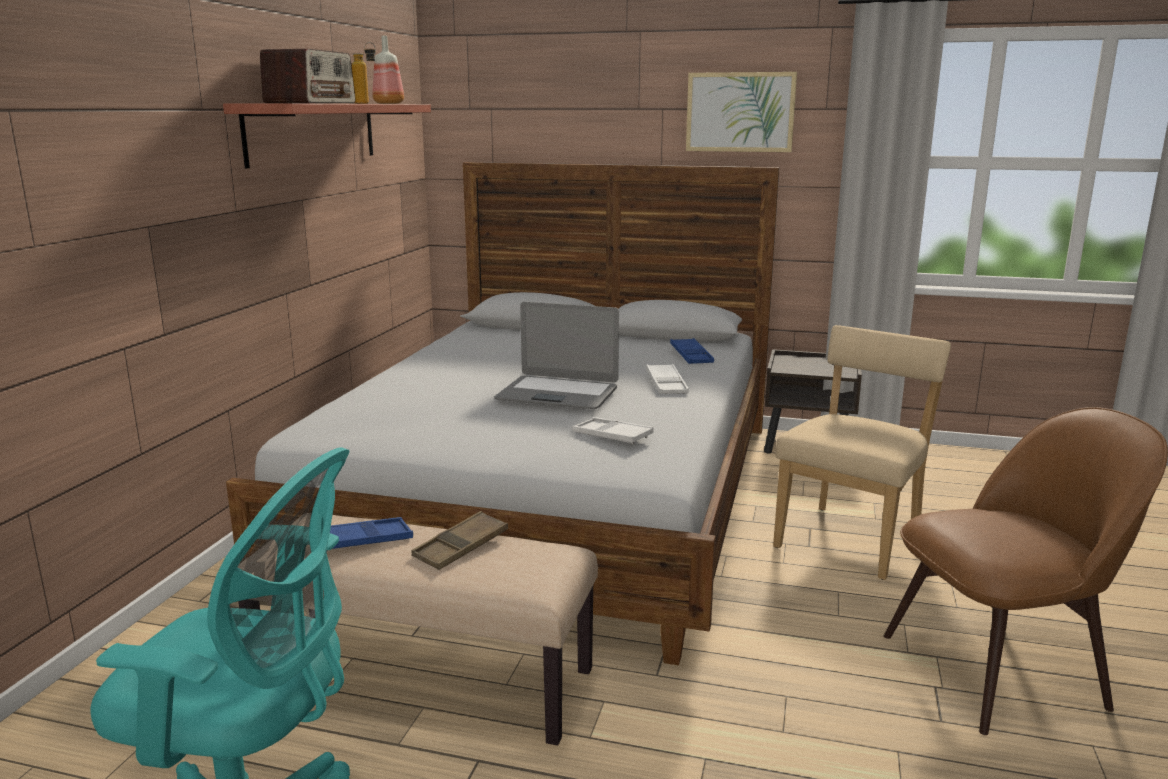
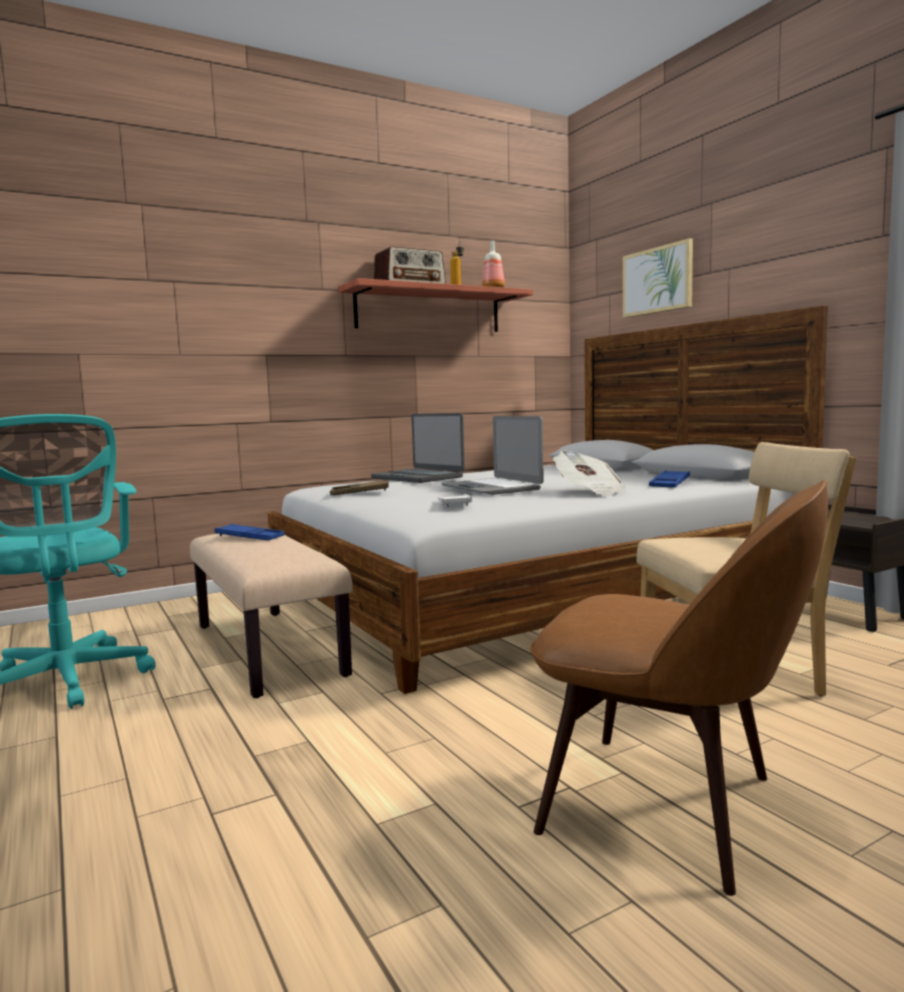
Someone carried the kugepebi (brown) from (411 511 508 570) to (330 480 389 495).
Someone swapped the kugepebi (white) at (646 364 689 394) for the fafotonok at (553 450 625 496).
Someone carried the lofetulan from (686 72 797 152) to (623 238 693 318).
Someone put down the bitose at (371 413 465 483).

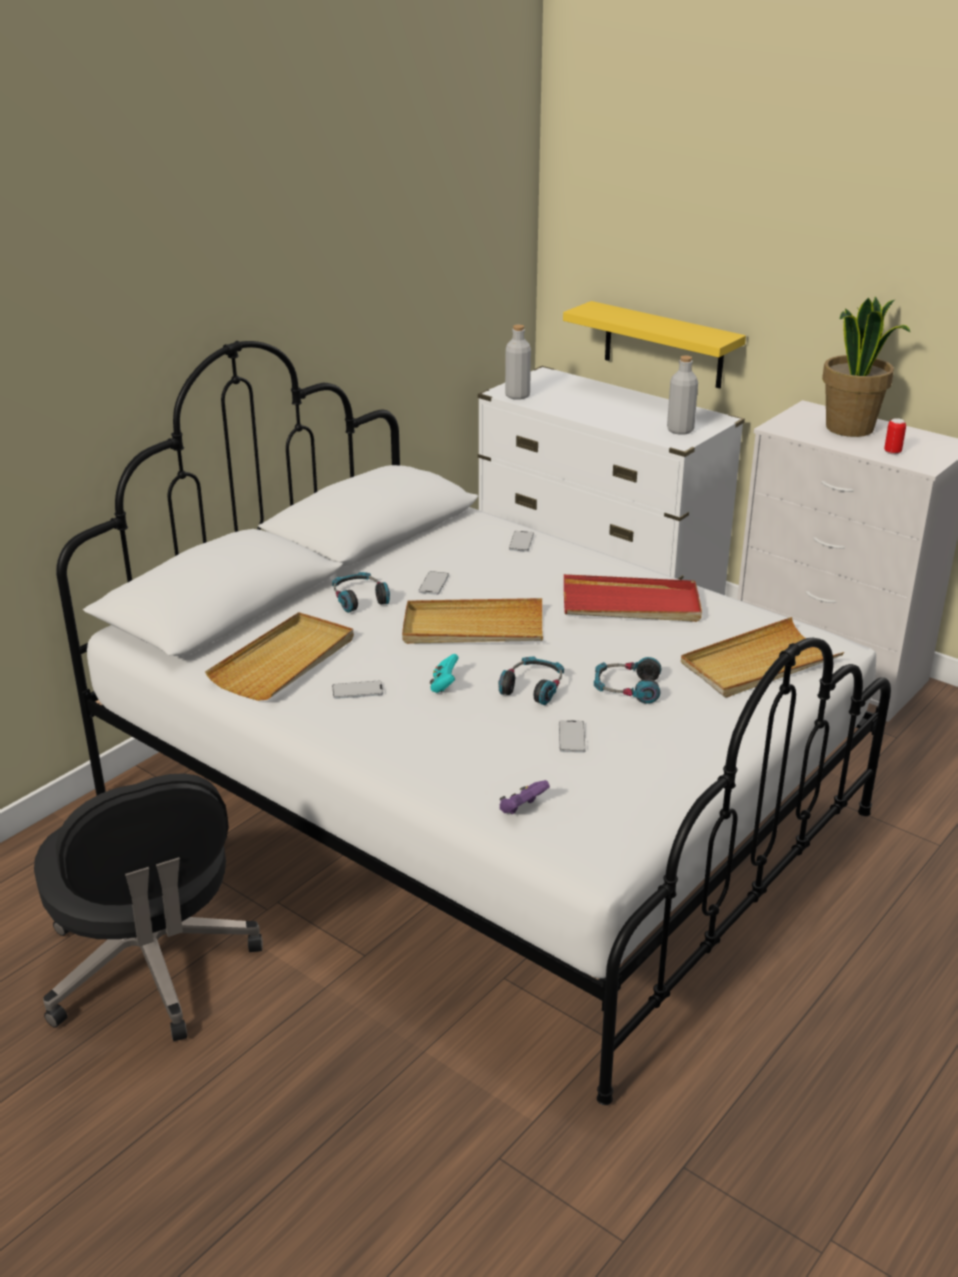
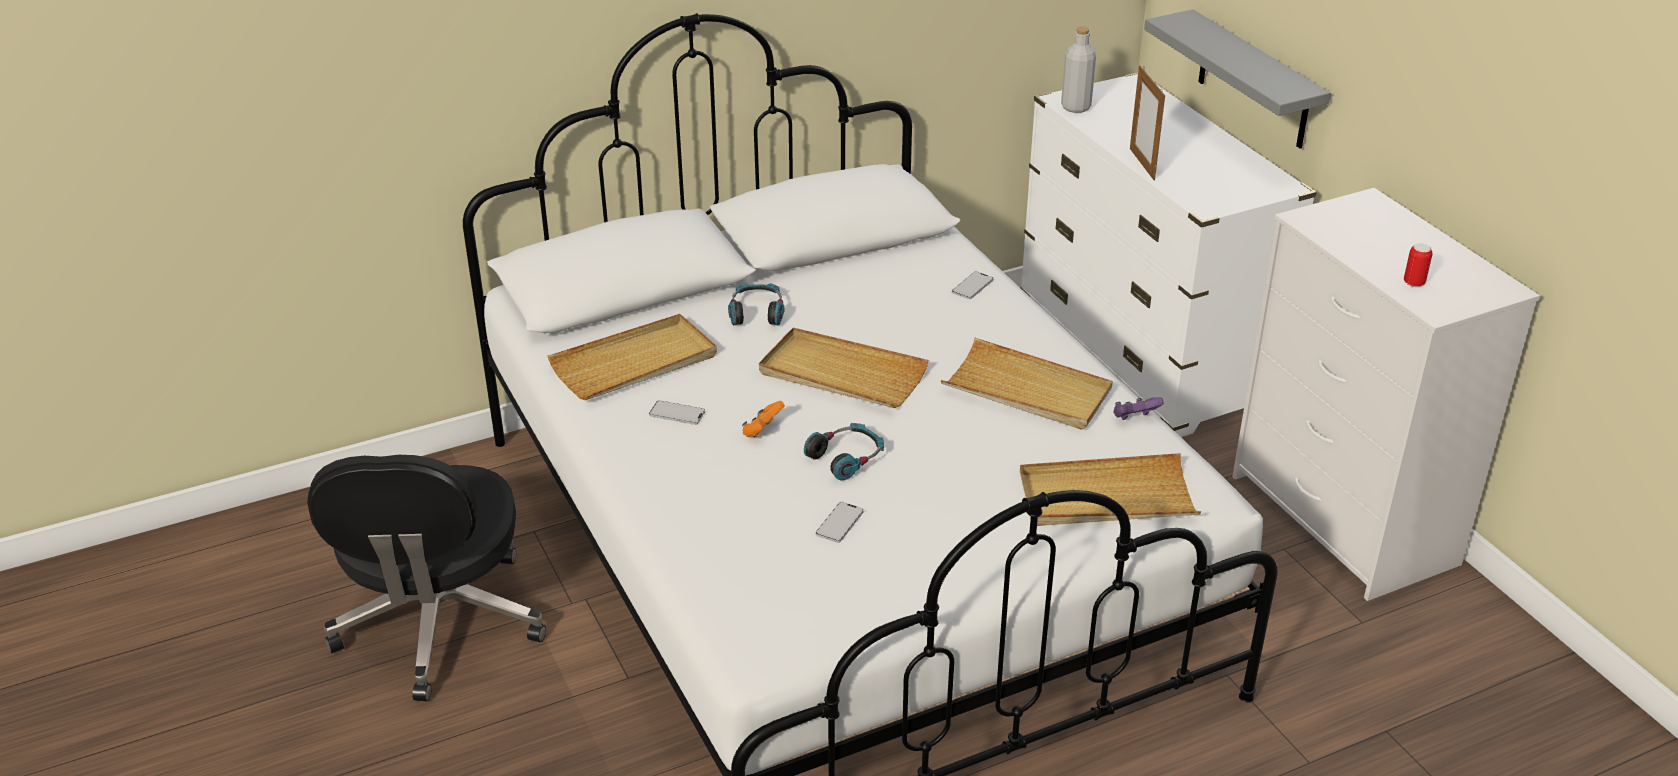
Someone took away the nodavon at (419 571 449 595).
Someone repainted the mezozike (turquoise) at (430 654 459 693), which became the mezozike (orange) at (742 401 785 437).
Someone carried the mezozike (purple) from (500 780 550 815) to (1113 397 1164 420).
Someone repainted the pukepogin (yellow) at (563 301 746 389), which became the pukepogin (grey) at (1144 9 1331 149).
Someone repainted the kugepebi (red) at (564 574 702 622), which became the kugepebi (beige) at (941 338 1113 430).
Someone took away the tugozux at (594 657 661 704).
Someone took away the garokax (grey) at (667 355 698 435).
Someone took away the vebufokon at (822 296 911 437).
Someone put down the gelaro at (1130 65 1165 180).

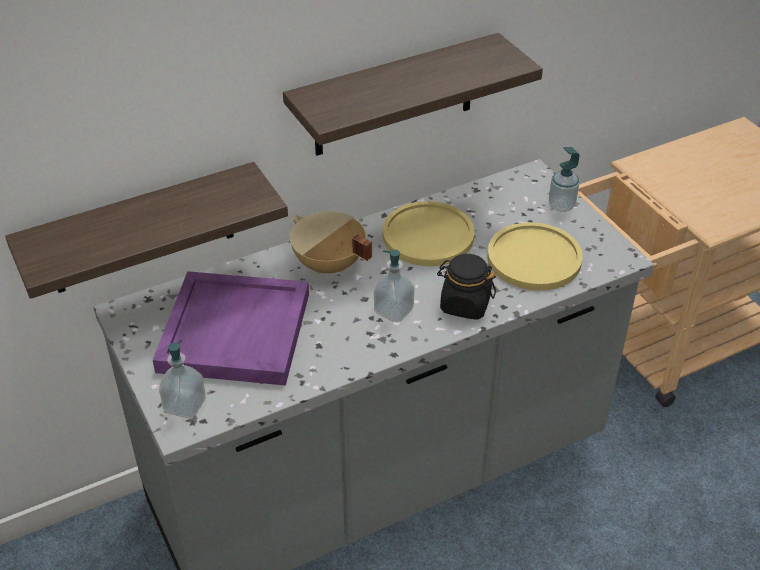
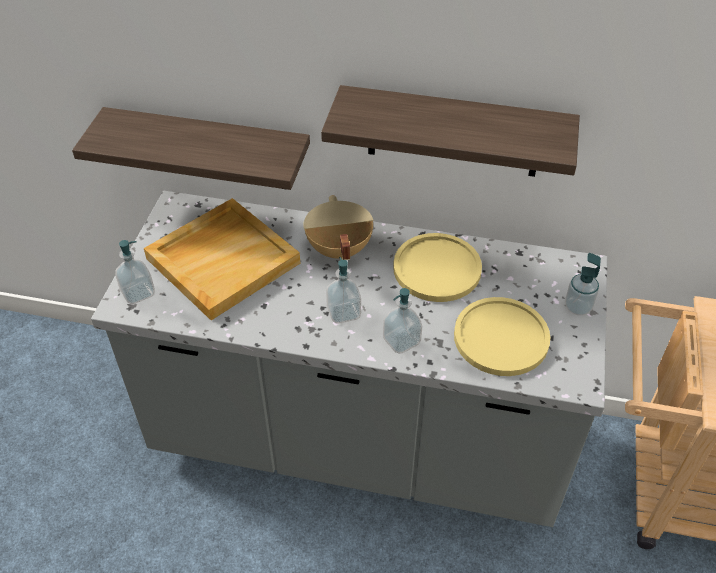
Someone repainted the kugepebi (purple) at (153 271 309 386), which became the kugepebi (beige) at (144 198 300 320).
Someone swapped the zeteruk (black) at (437 254 496 320) for the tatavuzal at (383 288 422 354).

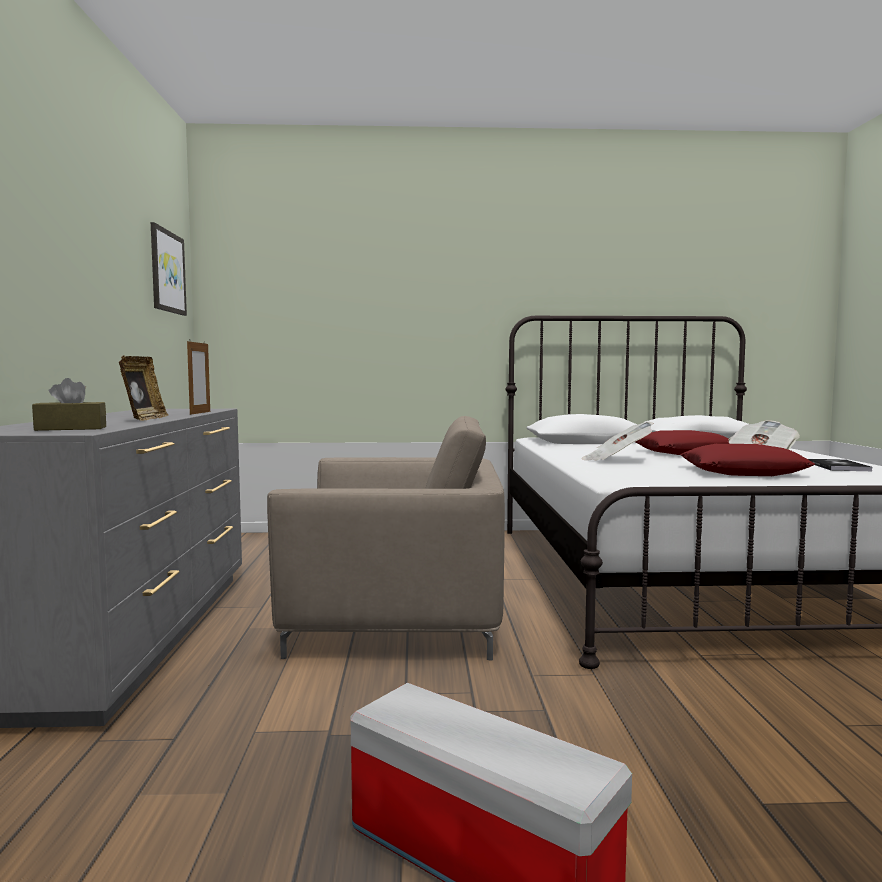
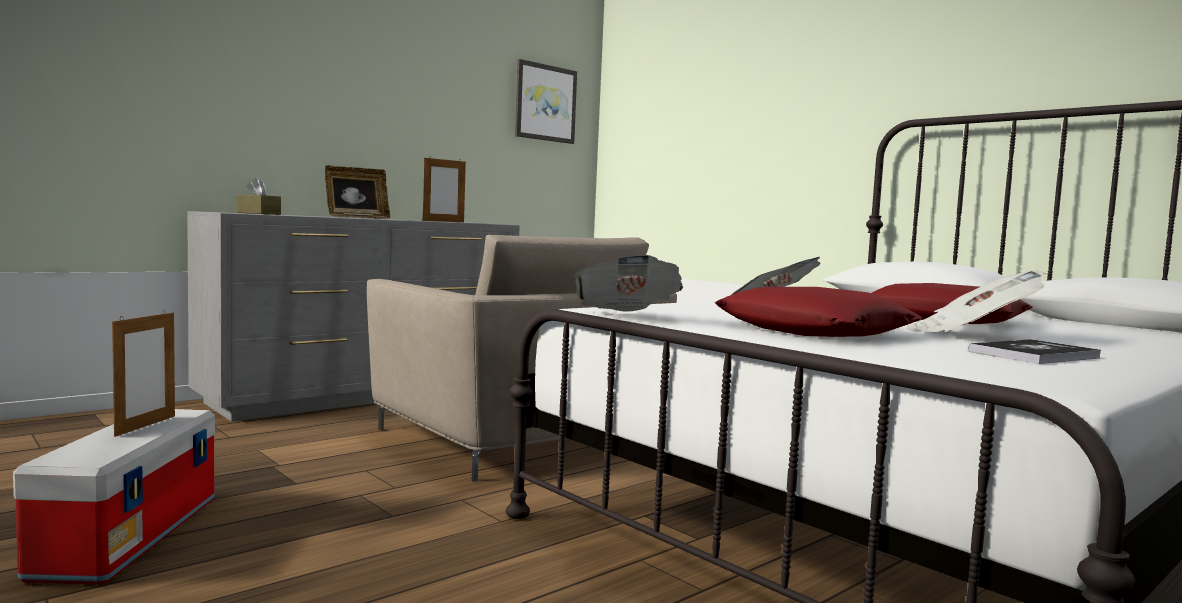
Someone put down the gelaro at (112 310 175 437).
Someone put down the fafotonok at (574 255 683 311).

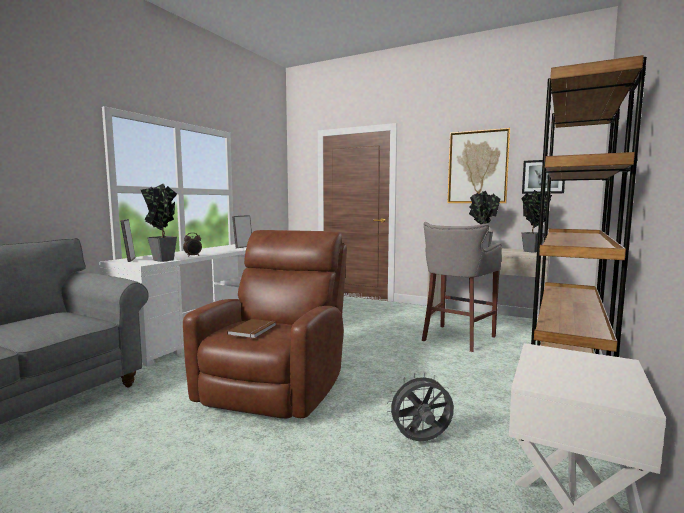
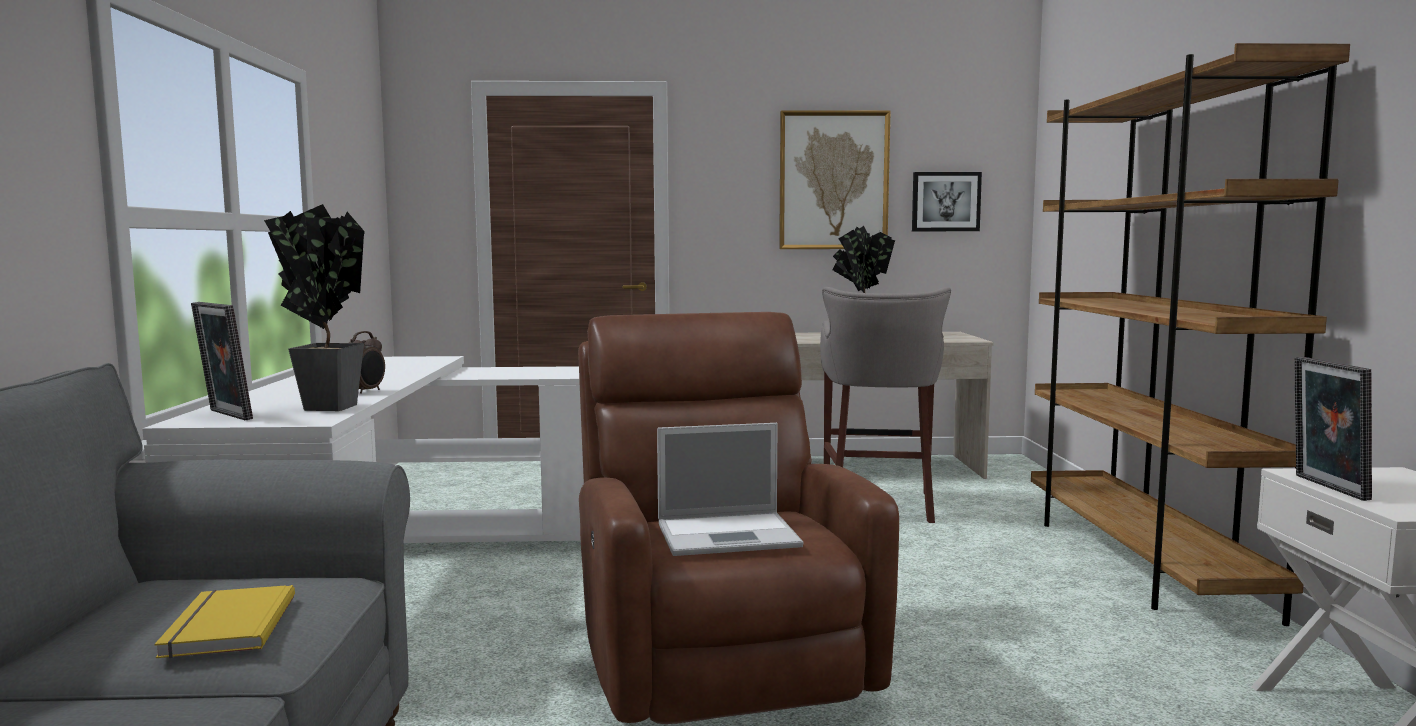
Someone swapped the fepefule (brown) at (227 319 276 339) for the bitose at (657 423 803 556).
Someone carried the gelaro from (232 215 252 248) to (1294 357 1372 501).
Someone took away the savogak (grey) at (387 372 454 441).
Someone took away the vebufokon at (521 190 552 253).
Someone put down the fepefule (yellow) at (155 585 295 658).

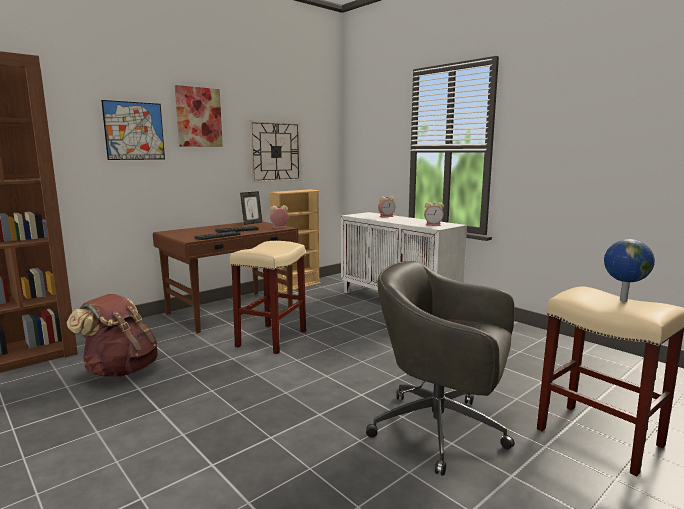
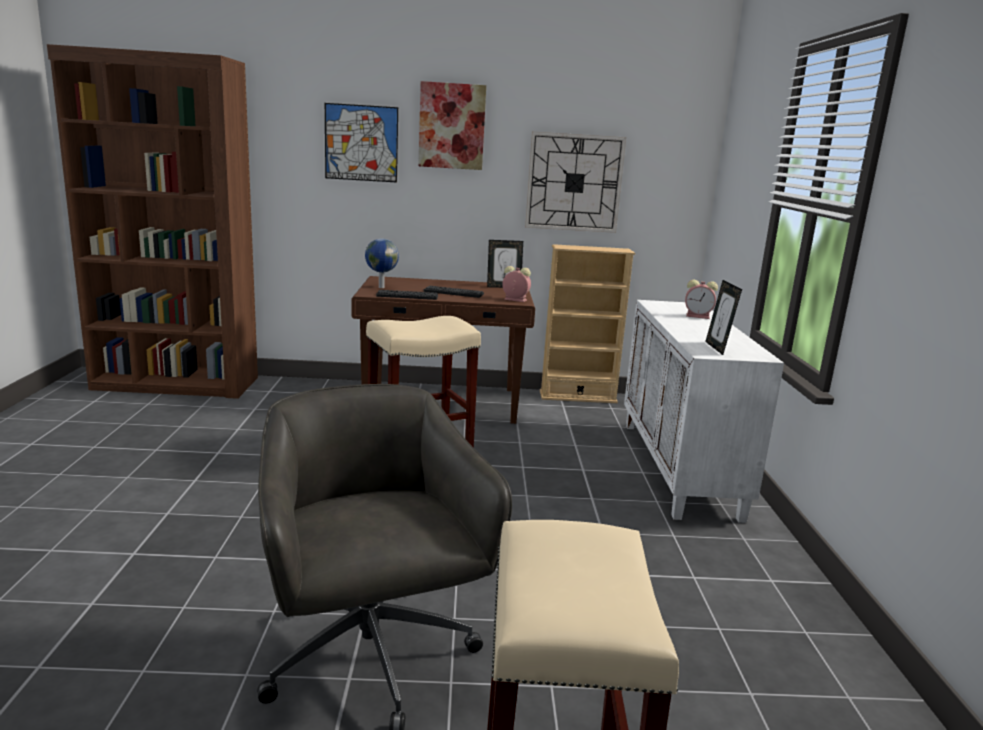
Someone took away the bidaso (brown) at (67 294 158 377).
Someone swapped the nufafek at (424 202 444 226) for the gelaro at (705 280 742 355).
Someone carried the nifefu from (604 239 655 302) to (365 239 399 288).

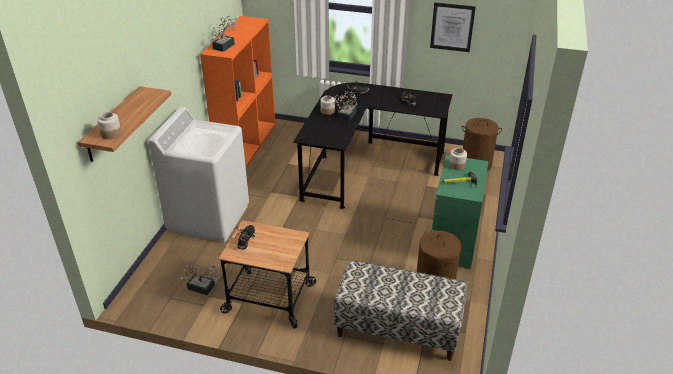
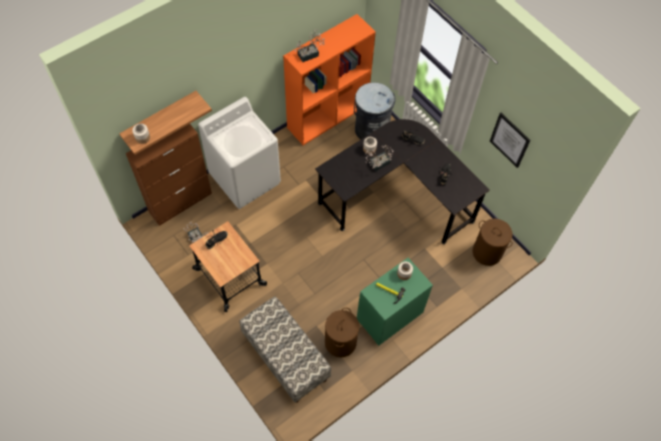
Someone put down the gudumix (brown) at (126 124 212 226).
Someone put down the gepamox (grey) at (354 82 395 140).

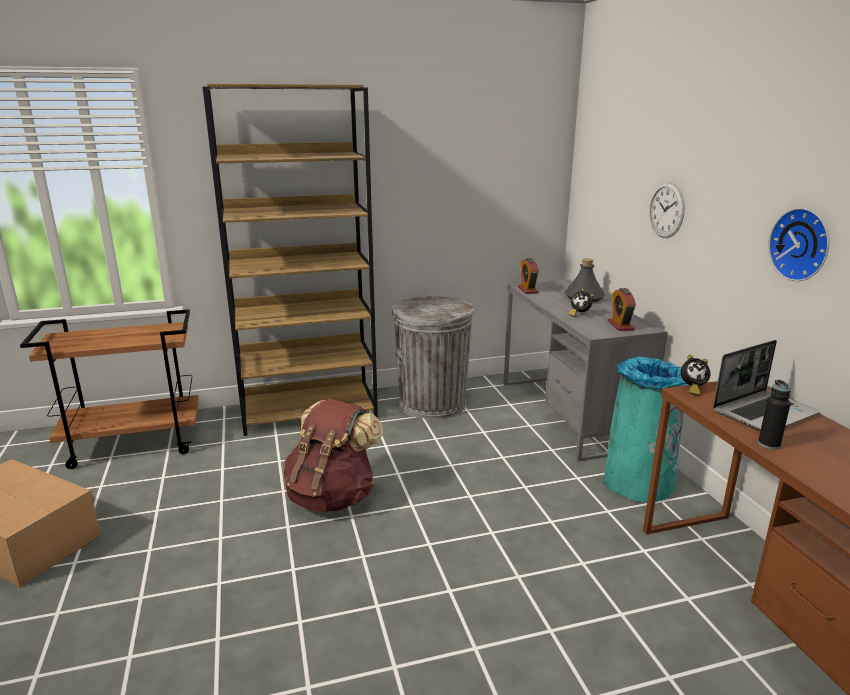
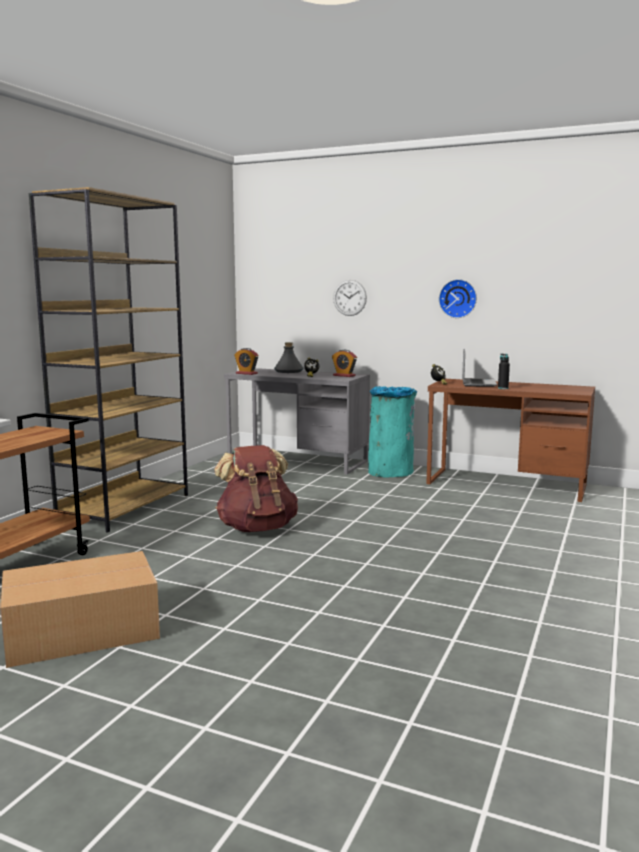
Someone took away the gepamox (grey) at (392 296 474 419).

